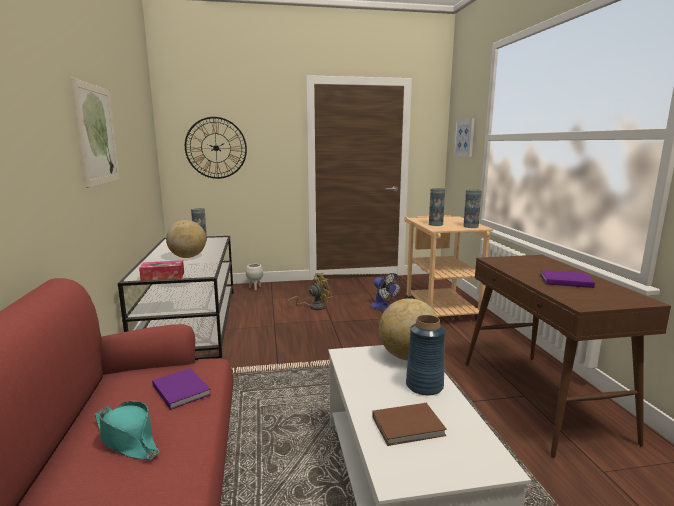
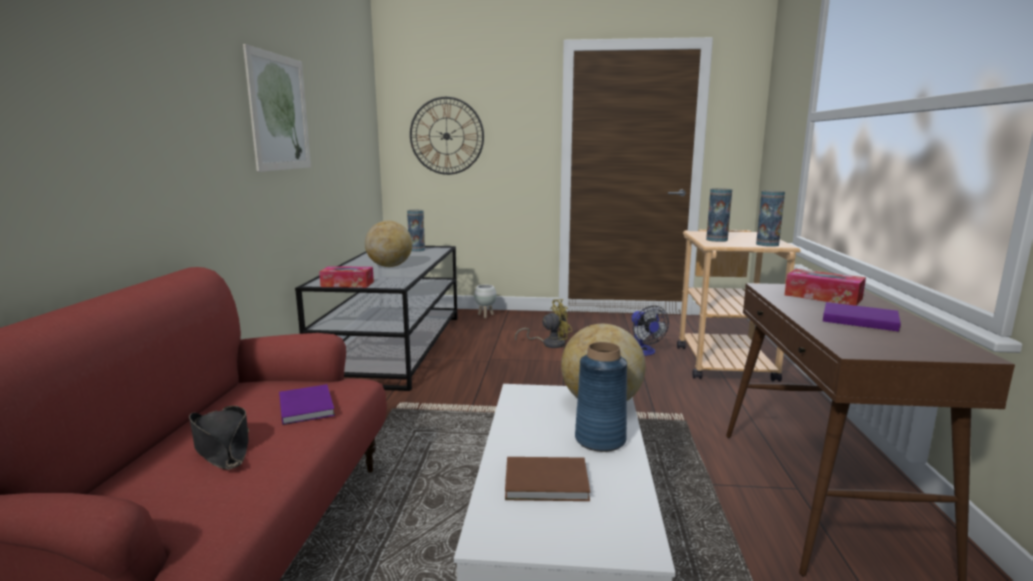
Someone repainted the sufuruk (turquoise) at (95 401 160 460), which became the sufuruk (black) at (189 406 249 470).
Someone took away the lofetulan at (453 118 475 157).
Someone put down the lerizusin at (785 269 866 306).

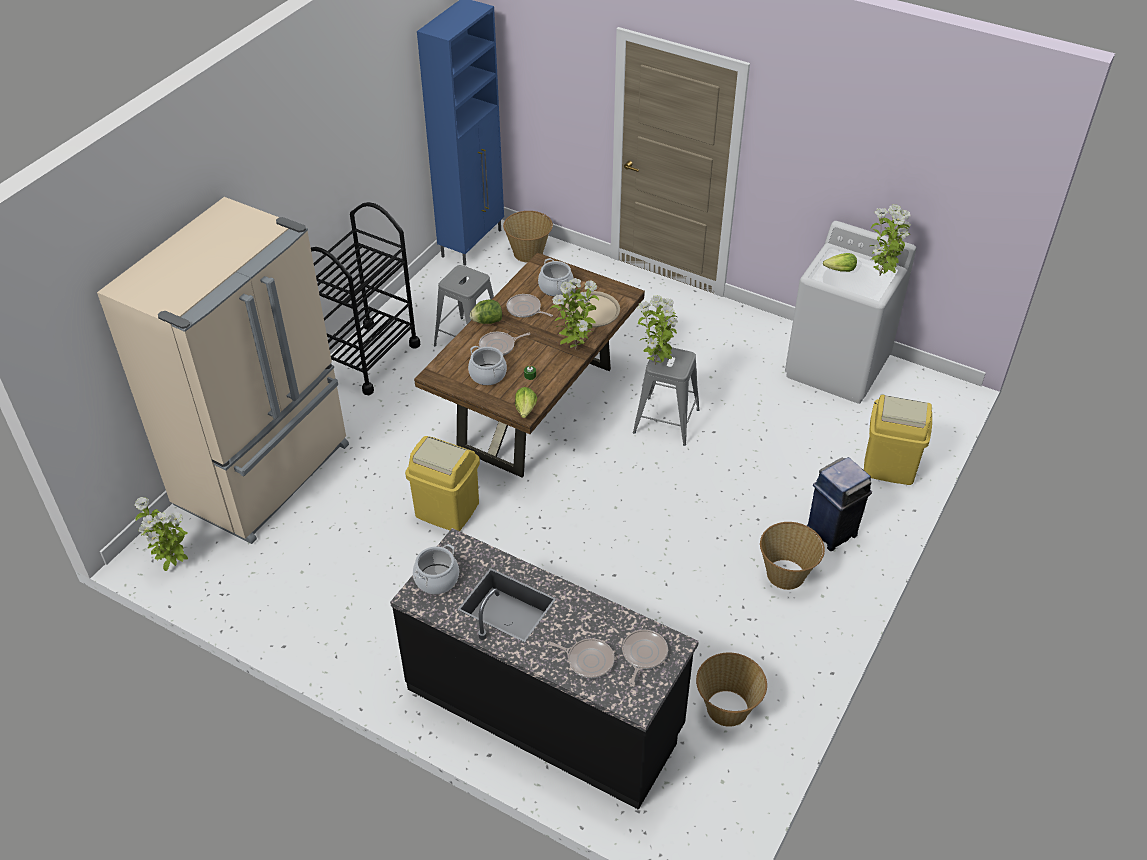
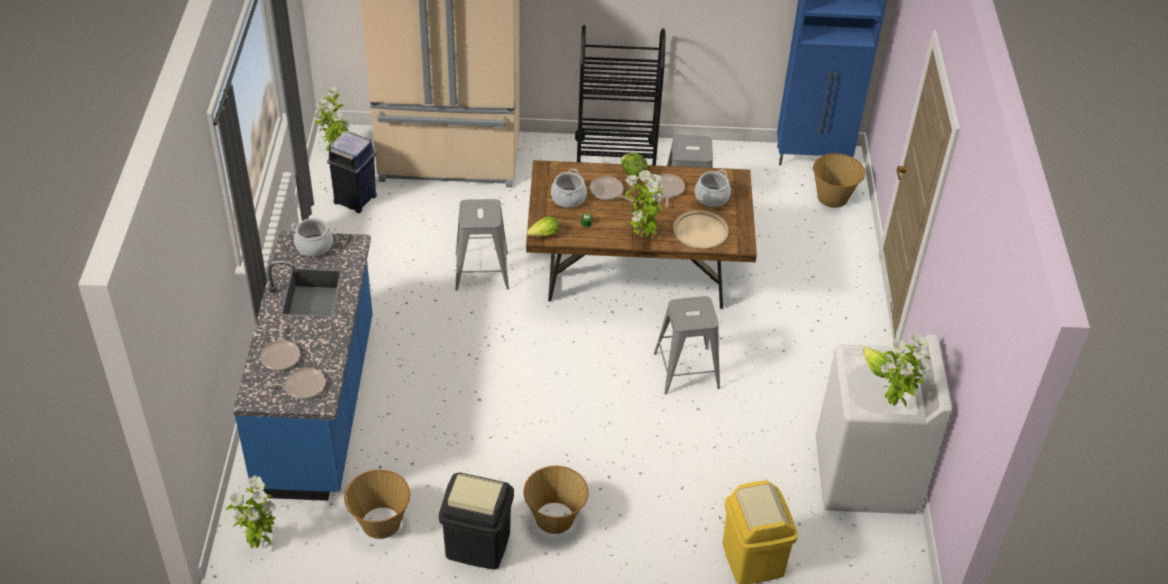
Someone repainted the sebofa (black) at (390 528 699 810), which became the sebofa (blue) at (233 231 373 501).
Someone swapped the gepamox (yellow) at (405 436 480 531) for the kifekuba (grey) at (455 199 509 290).
Someone carried the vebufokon from (637 295 678 365) to (226 475 276 548).
Someone carried the gepamox (blue) from (807 457 872 551) to (327 131 377 213).
Someone put down the gepamox (black) at (439 472 514 570).

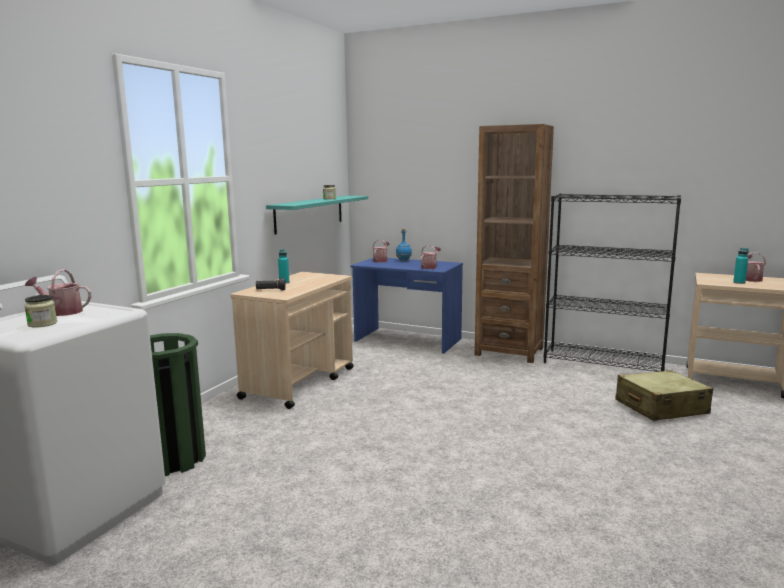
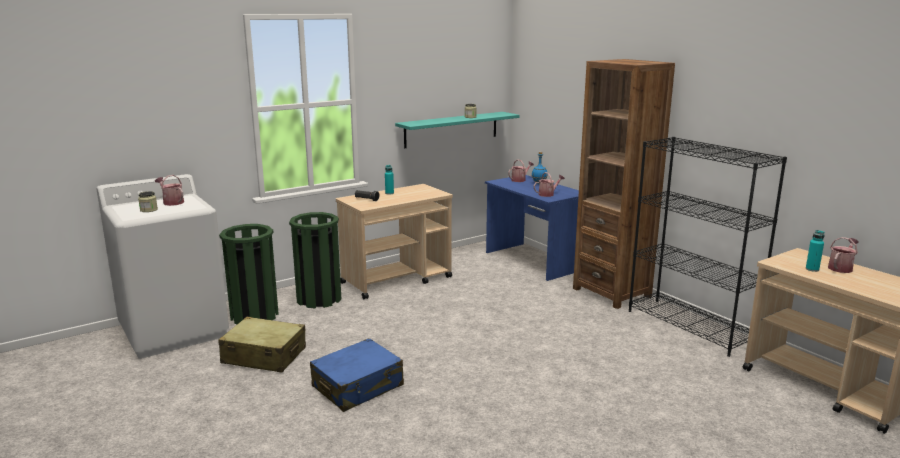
Someone carried the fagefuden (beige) from (615 370 713 421) to (218 317 306 373).
Someone put down the gepamox (green) at (289 212 341 308).
Someone put down the fagefuden (blue) at (310 338 404 412).

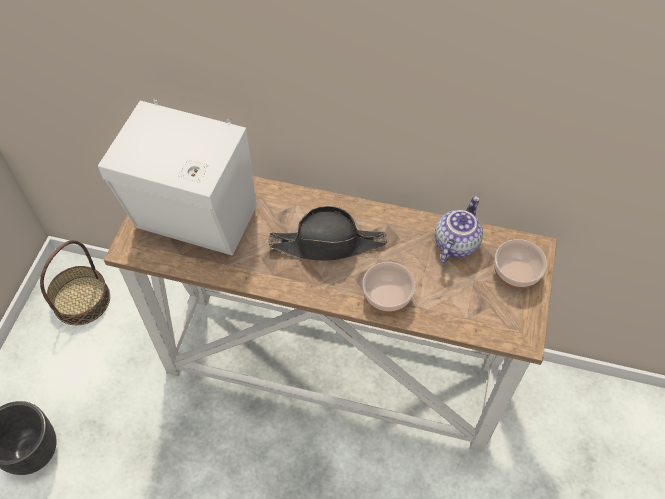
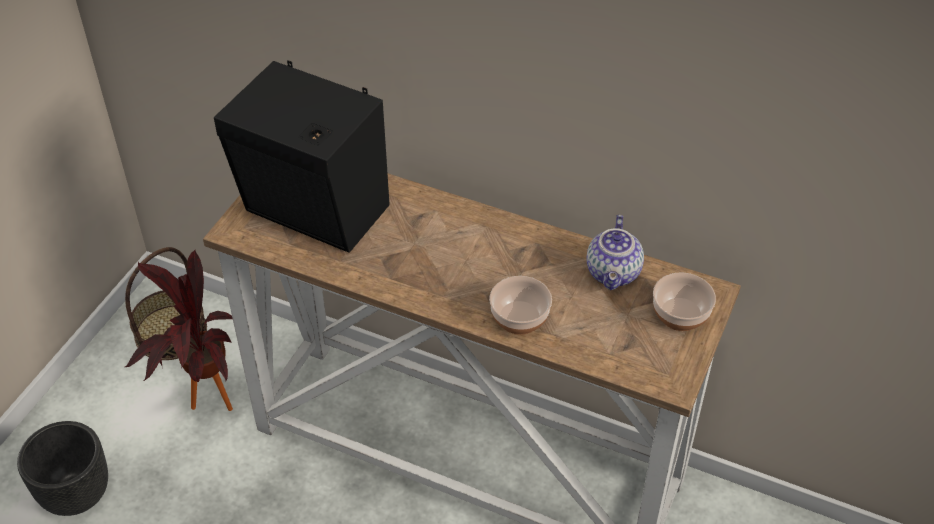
Someone repainted the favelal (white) at (98 99 257 256), which became the favelal (black) at (214 60 390 253).
Someone took away the sufuruk (black) at (269 206 387 261).
Someone rotated the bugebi at (435 196 483 263) by 150 degrees clockwise.
Someone put down the vebufokon at (125 250 233 411).

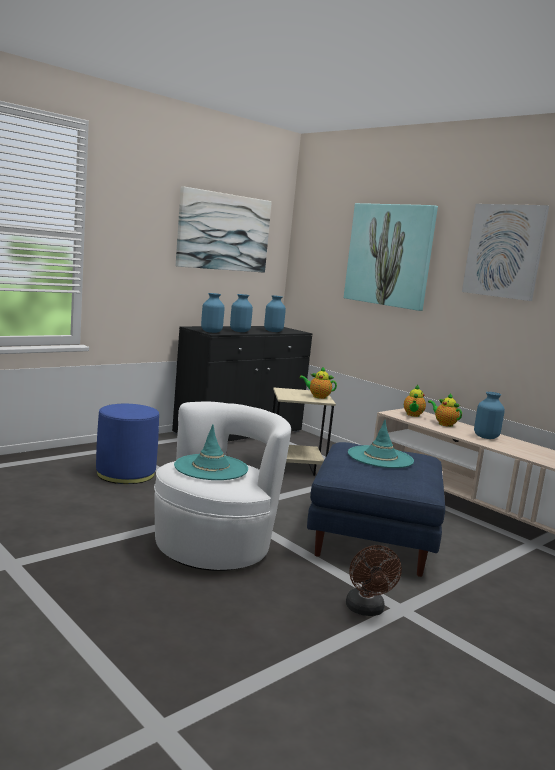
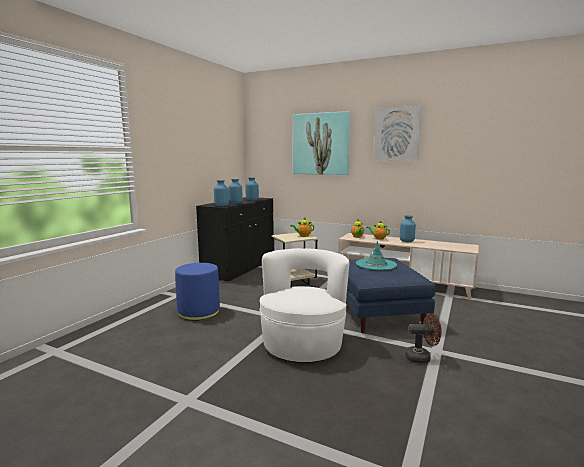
Someone took away the sufuruk (turquoise) at (174 424 248 480).
Someone took away the lofetulan at (176 186 272 273).
Someone rotated the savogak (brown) at (346 545 402 616) by 60 degrees counterclockwise.

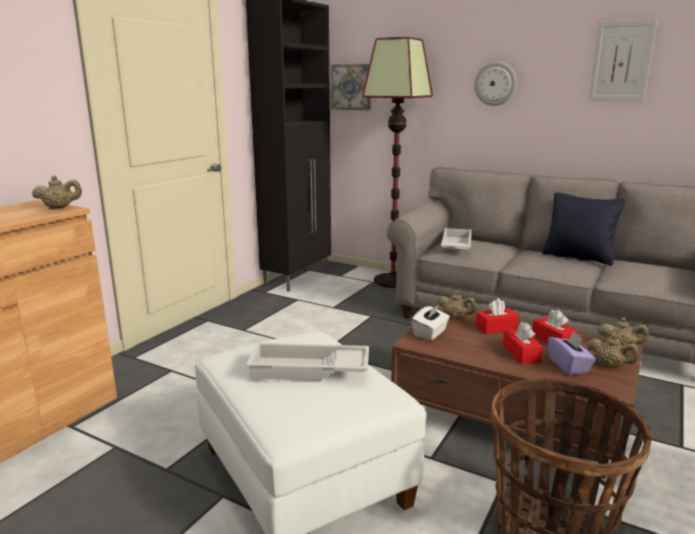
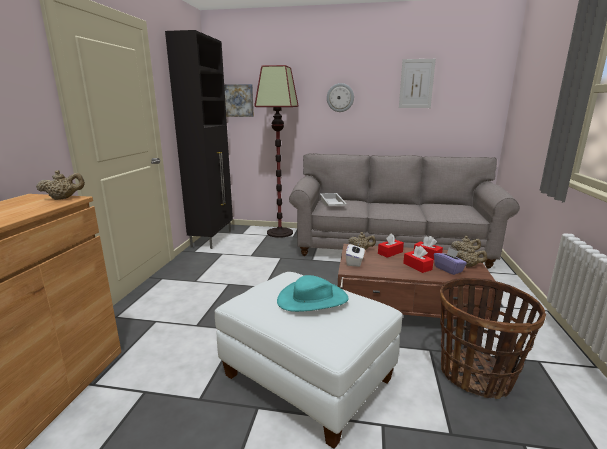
Someone swapped the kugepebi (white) at (246 343 369 381) for the sufuruk (turquoise) at (277 275 349 312).
Someone took away the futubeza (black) at (542 192 626 266).

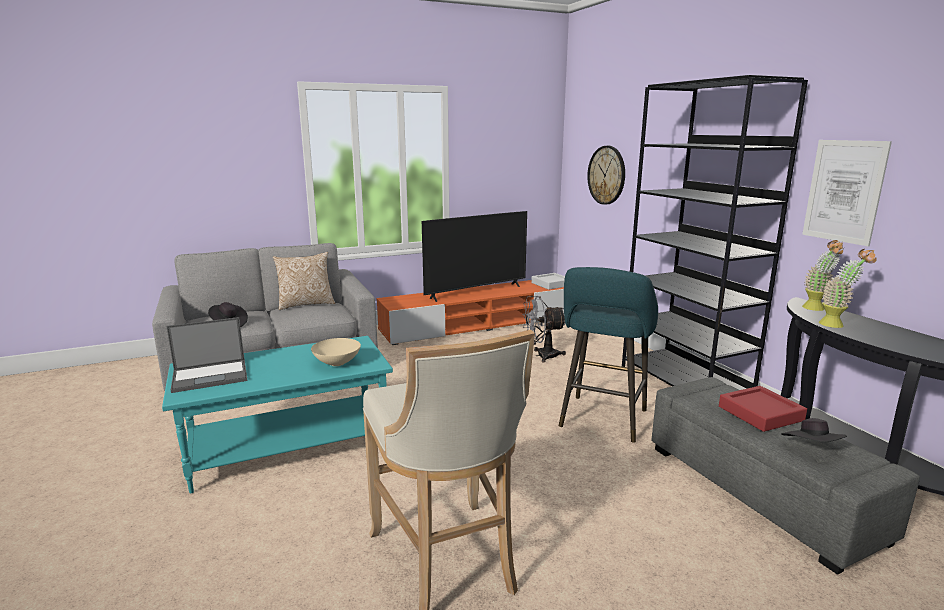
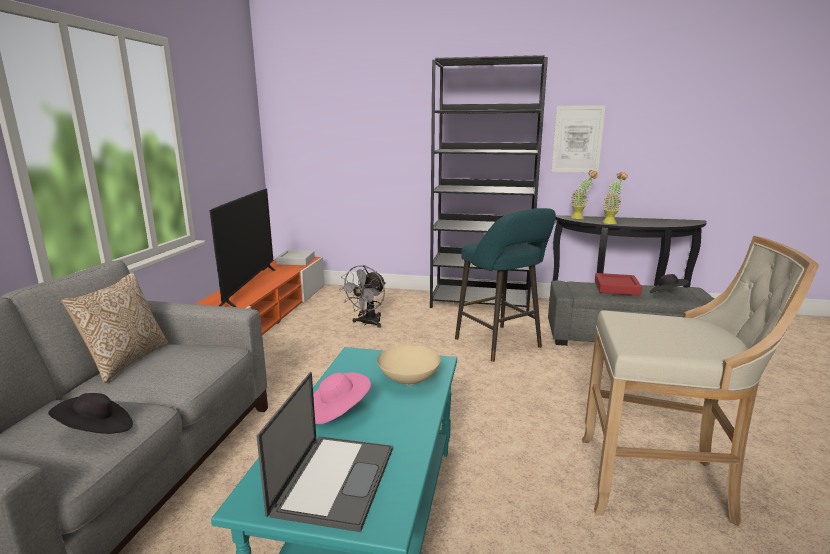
Someone took away the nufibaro at (587 146 625 205).
Someone put down the sufuruk (pink) at (313 373 371 424).

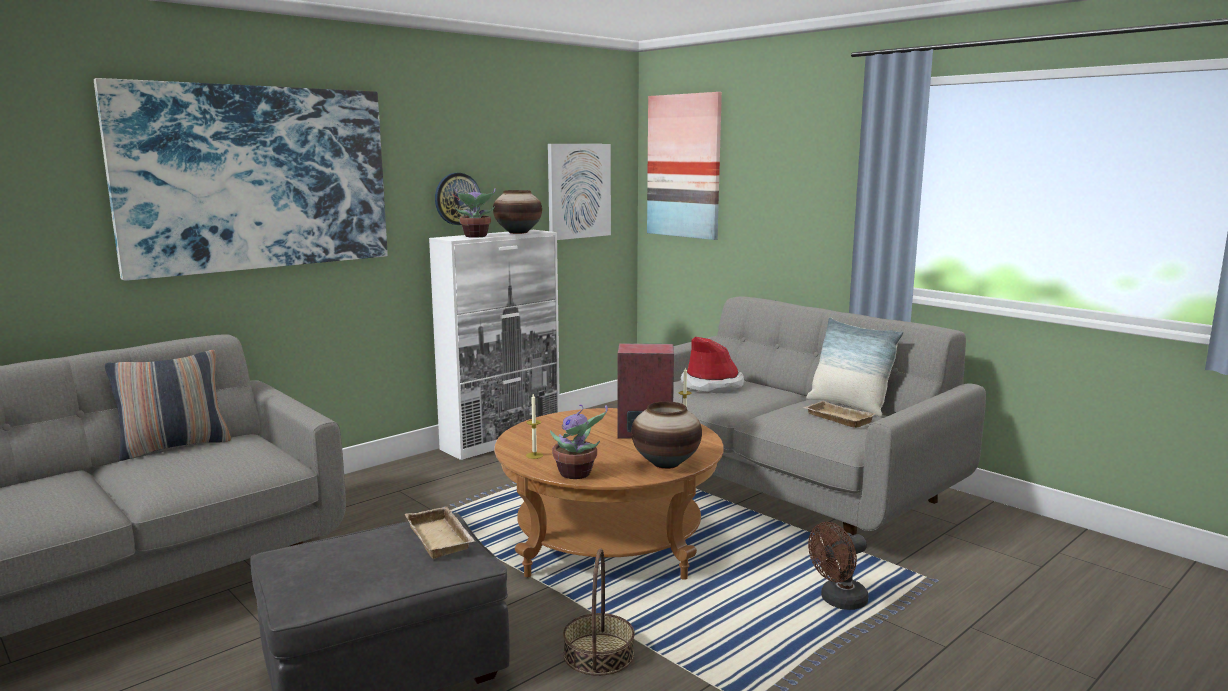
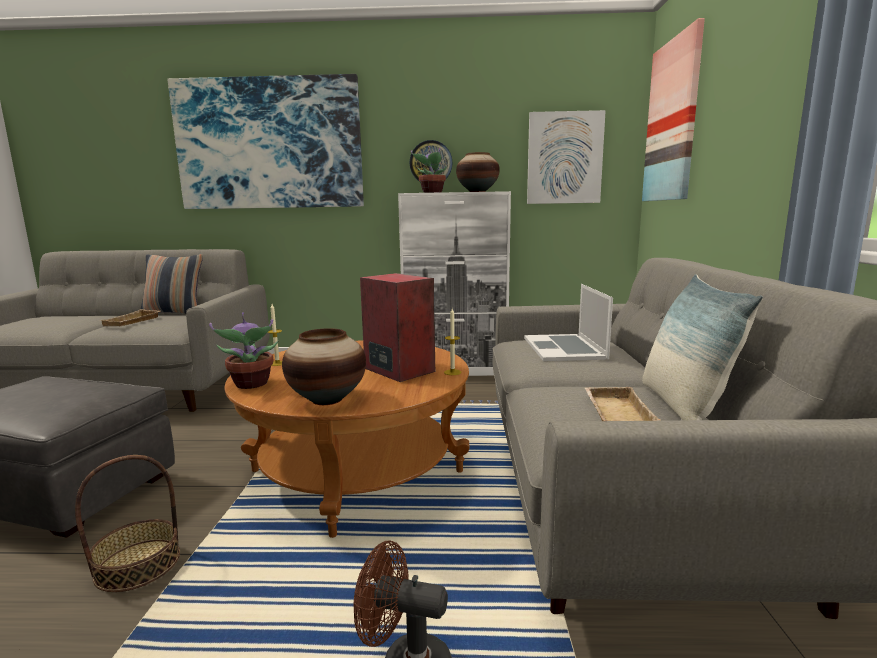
Someone carried the kugepebi (beige) from (405 507 475 559) to (101 309 160 326).
Someone swapped the sufuruk at (681 337 744 393) for the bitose at (524 284 613 361).

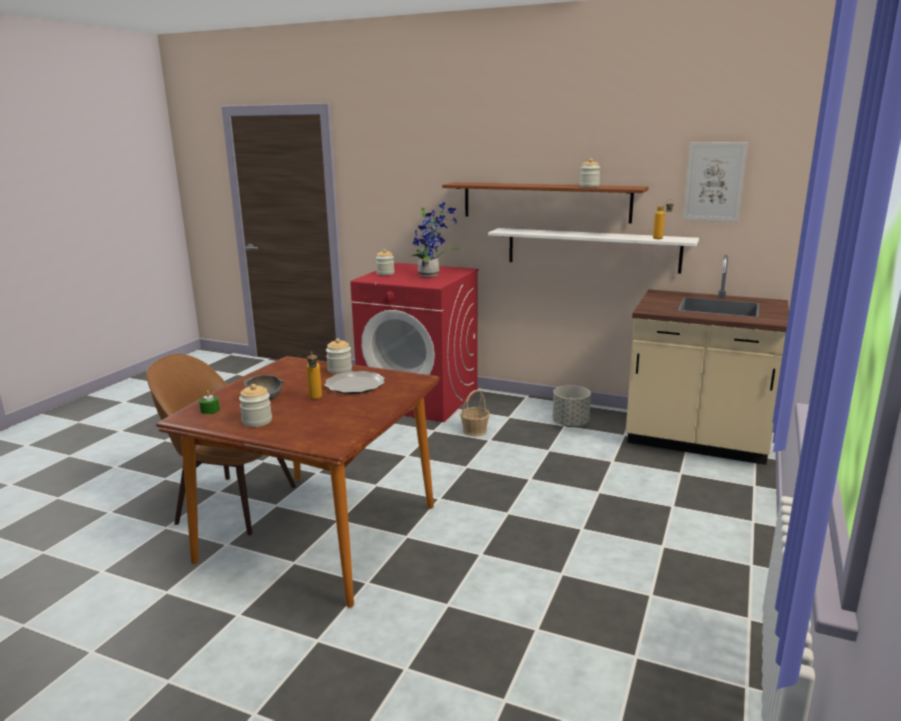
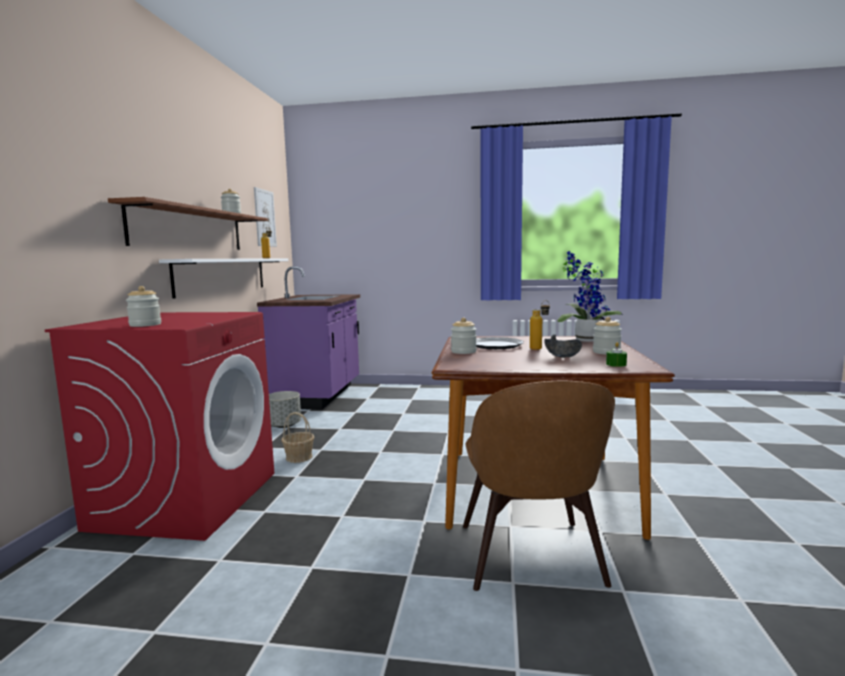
Someone carried the vebufokon from (409 202 461 277) to (557 251 623 342).
Someone repainted the sebofa (beige) at (626 255 789 465), which became the sebofa (purple) at (257 266 360 410).

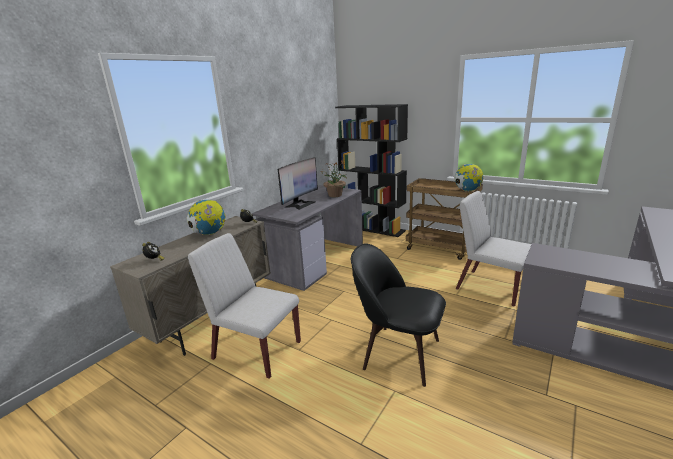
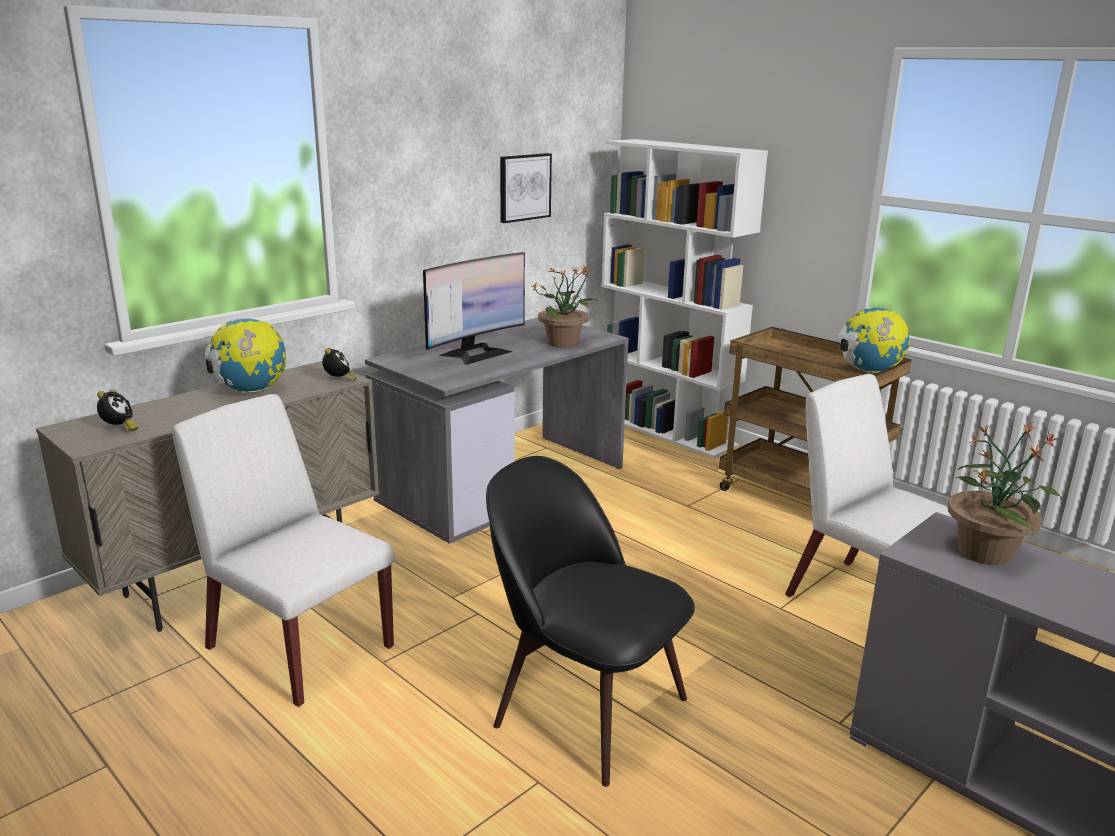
Someone repainted the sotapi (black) at (335 104 408 237), which became the sotapi (white) at (601 139 768 458).
Someone put up the lofetulan at (500 153 552 223).
Someone put down the vebufokon at (947 423 1061 566).

